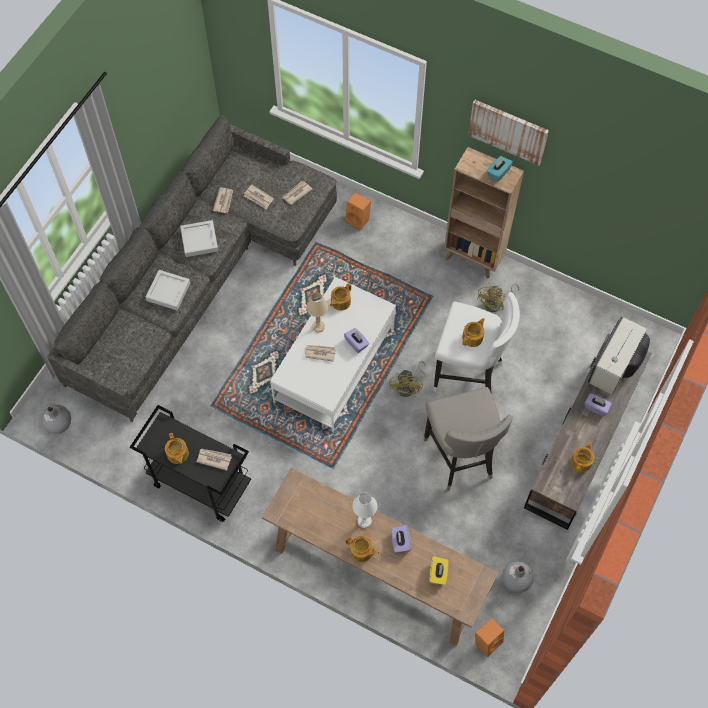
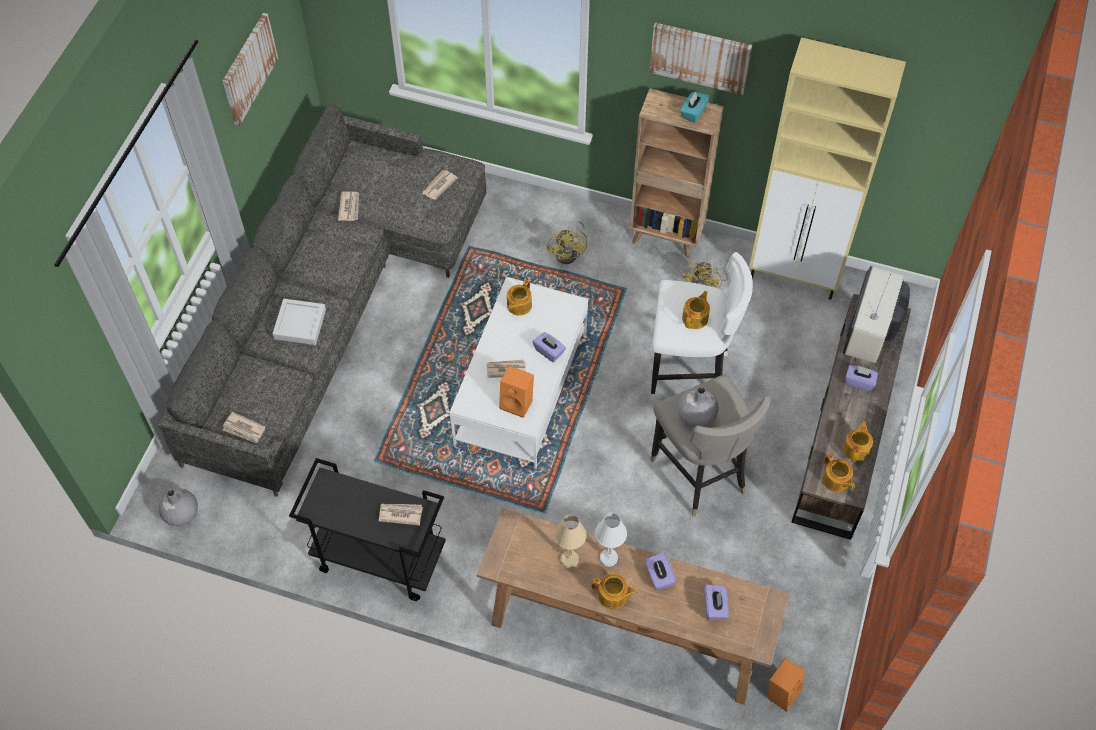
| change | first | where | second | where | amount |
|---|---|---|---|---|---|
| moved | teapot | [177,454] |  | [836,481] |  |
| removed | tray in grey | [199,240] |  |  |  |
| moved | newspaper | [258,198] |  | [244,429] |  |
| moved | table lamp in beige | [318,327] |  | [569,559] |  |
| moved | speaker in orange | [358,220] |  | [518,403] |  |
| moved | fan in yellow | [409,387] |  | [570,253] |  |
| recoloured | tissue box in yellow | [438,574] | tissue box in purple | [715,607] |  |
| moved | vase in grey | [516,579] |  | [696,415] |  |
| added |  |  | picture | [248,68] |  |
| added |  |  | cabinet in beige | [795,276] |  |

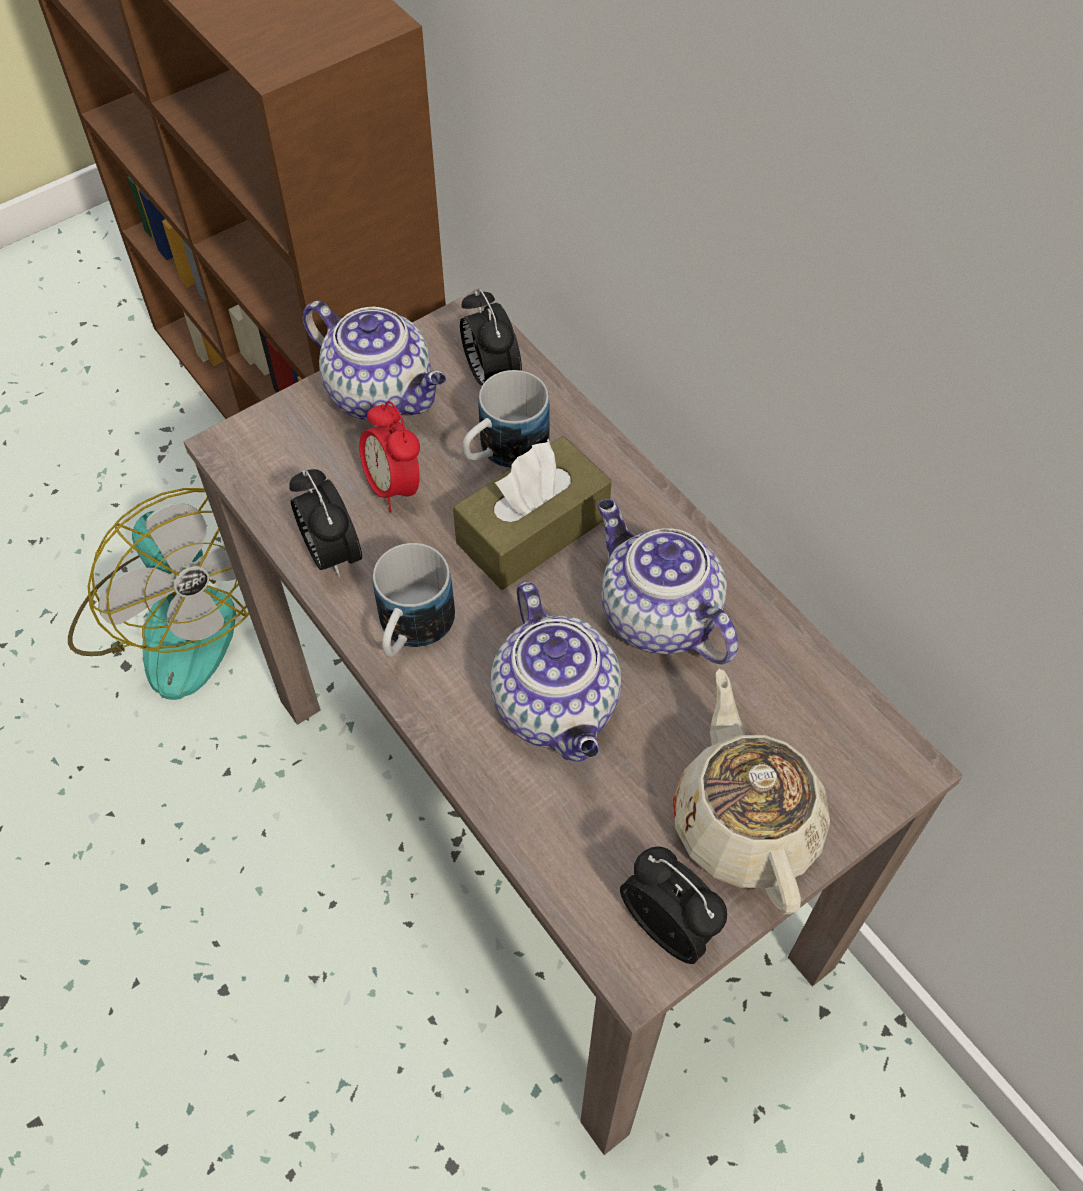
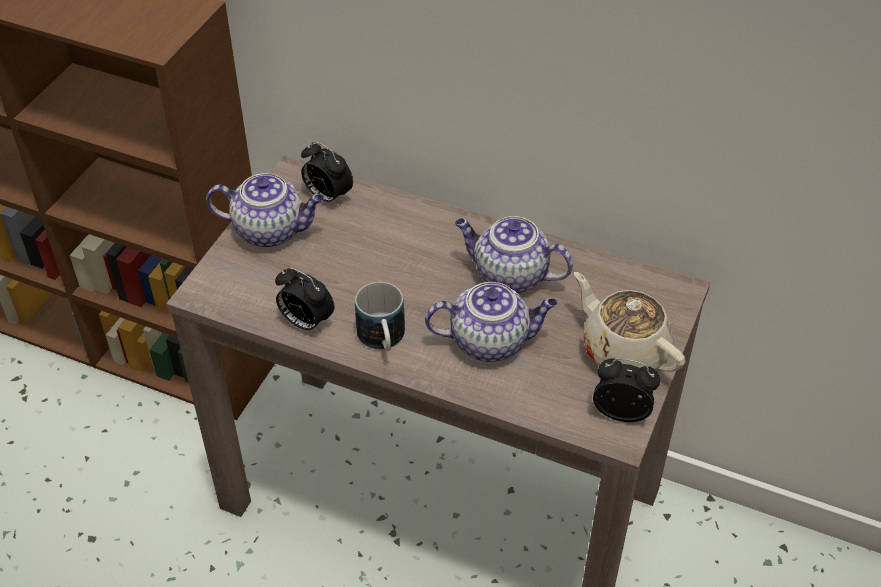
| change | first | where | second | where | amount |
|---|---|---|---|---|---|
| removed | fan | [175,618] |  |  |  |
| removed | alarm clock | [394,487] |  |  |  |
| removed | tissue box in brown | [533,530] |  |  |  |
| removed | mug | [503,453] |  |  |  |
| turned | teapot | [558,708] |  | [491,341] | 45 degrees counterclockwise |

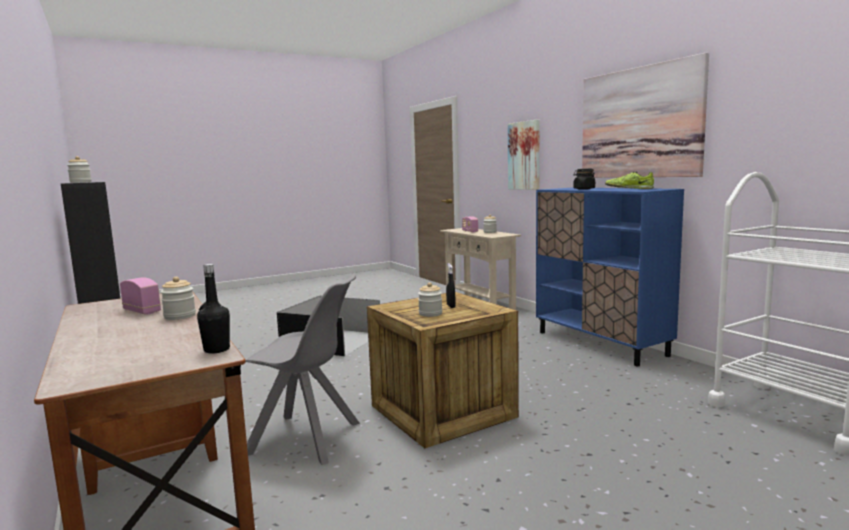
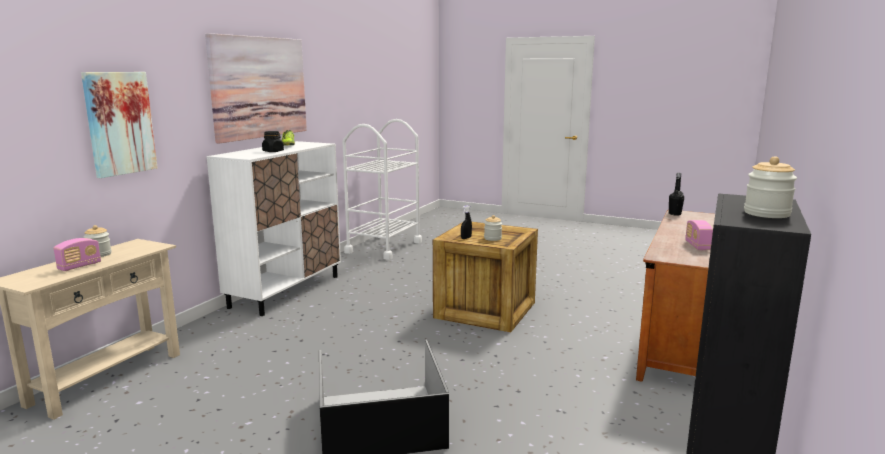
| change | first | where | second | where | amount |
|---|---|---|---|---|---|
| removed | jar | [180,316] |  |  |  |
| removed | chair in grey | [307,439] |  |  |  |
| recoloured | cabinet in blue | [600,343] | cabinet in white | [286,291] |  |

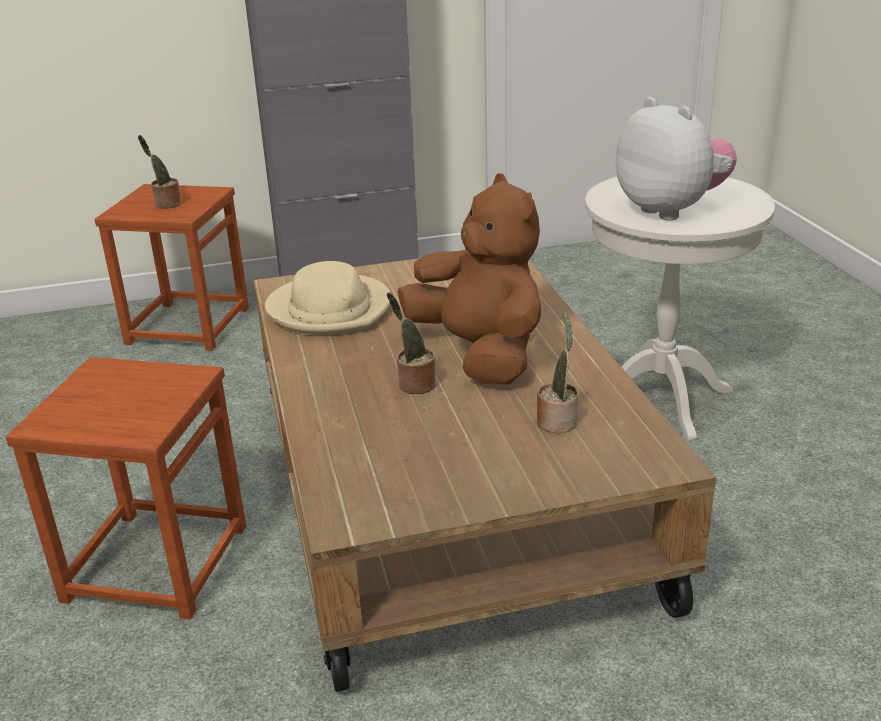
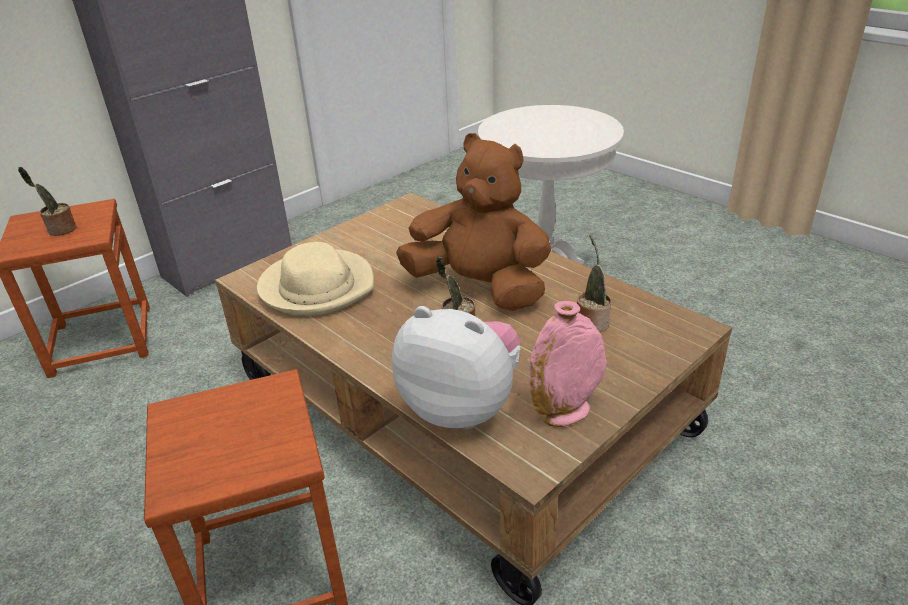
| change | first | where | second | where | amount |
|---|---|---|---|---|---|
| moved | plush toy | [671,210] |  | [462,406] |  |
| added |  |  | vase in pink | [565,412] |  |

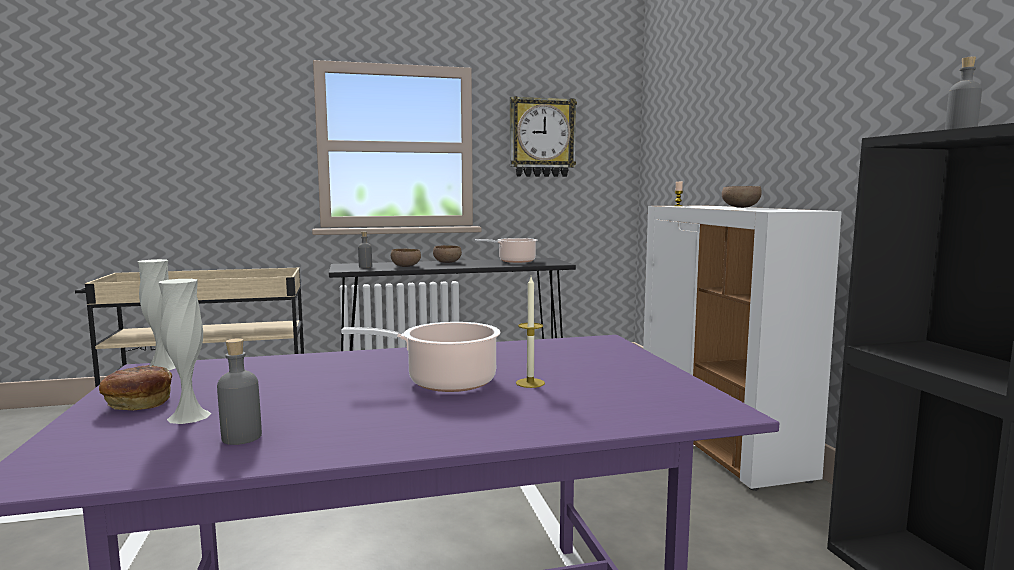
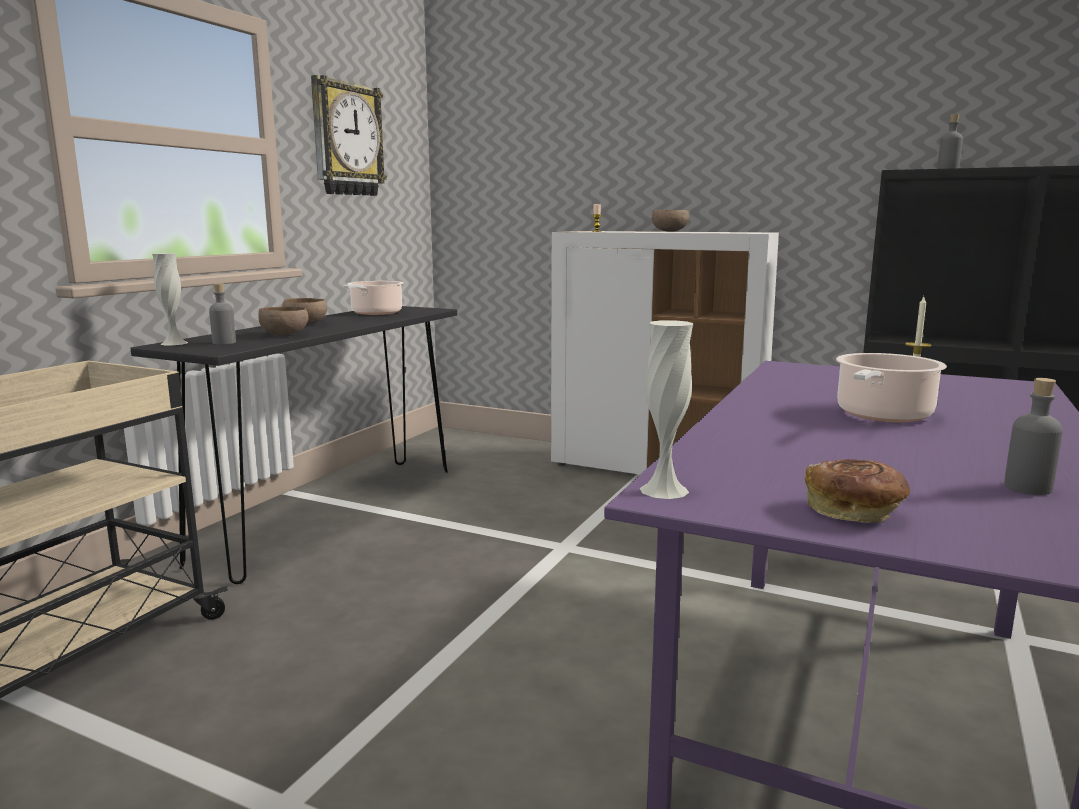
| change | first | where | second | where | amount |
|---|---|---|---|---|---|
| moved | vase in white | [189,416] |  | [174,343] |  |

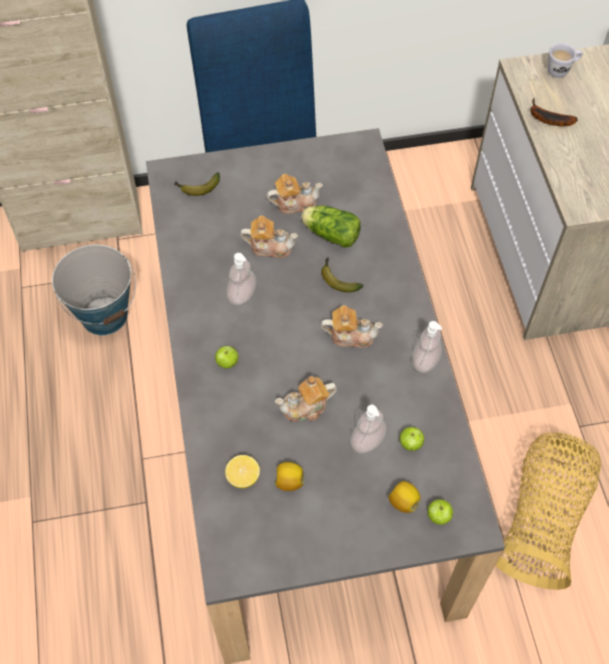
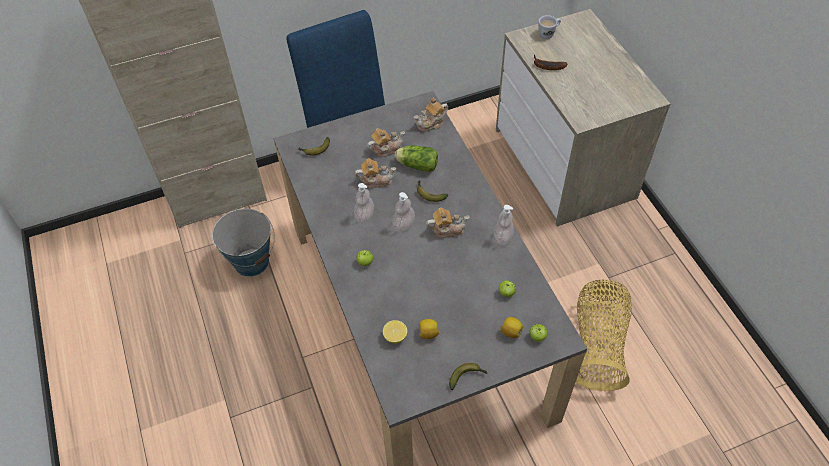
| change | first | where | second | where | amount |
|---|---|---|---|---|---|
| moved | teapot | [306,407] |  | [431,123] |  |
| moved | soap dispenser | [367,441] |  | [403,225] |  |
| added |  |  | banana | [467,377] |  |

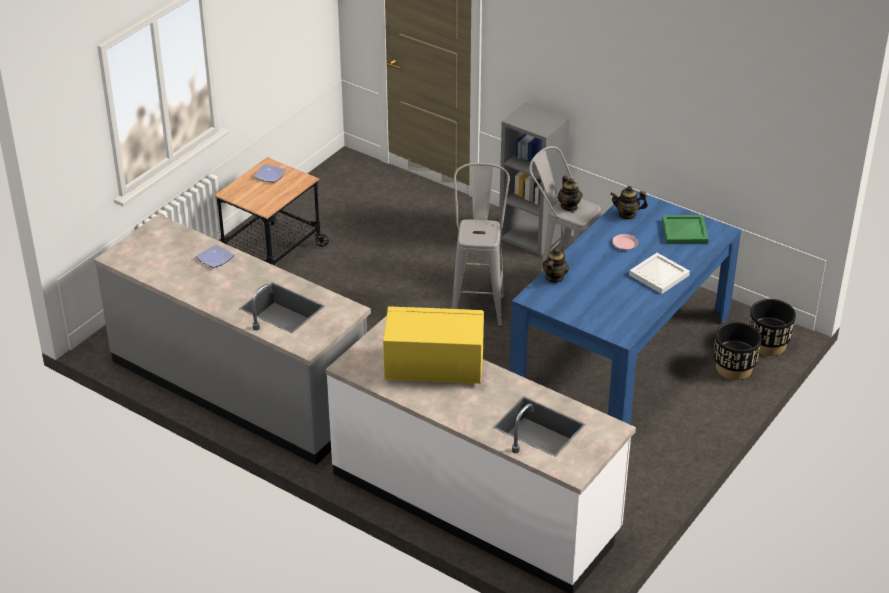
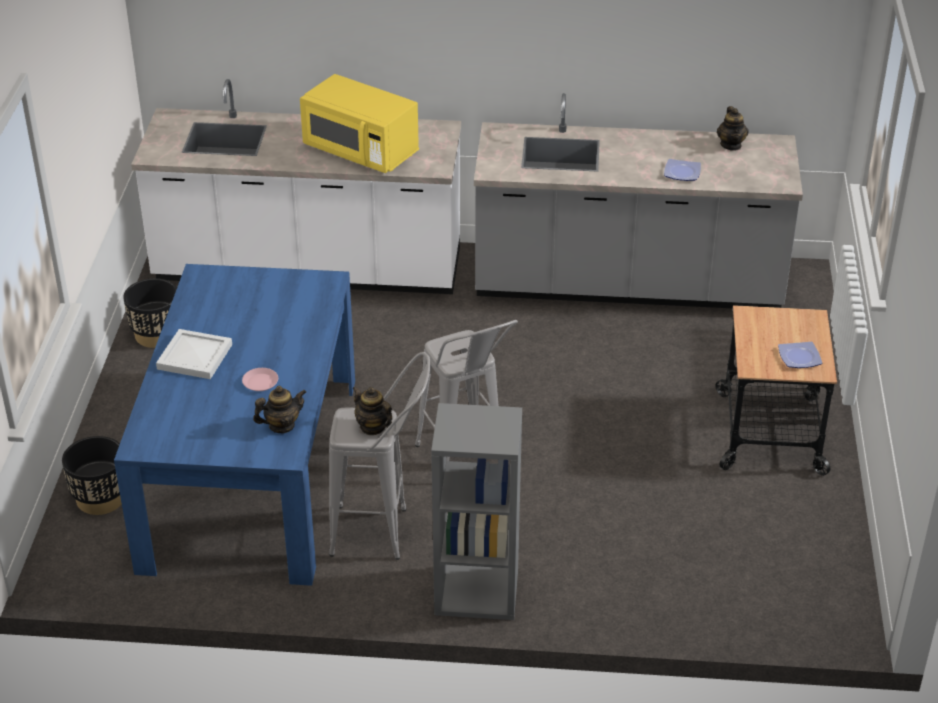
| change | first | where | second | where | amount |
|---|---|---|---|---|---|
| turned | microwave in yellow | [433,367] |  | [361,151] | 60 degrees clockwise |
| moved | teapot | [554,278] |  | [731,145] |  |
| removed | tray in green | [684,231] |  |  |  |
| moved | planter in black | [768,345] |  | [156,335] |  |

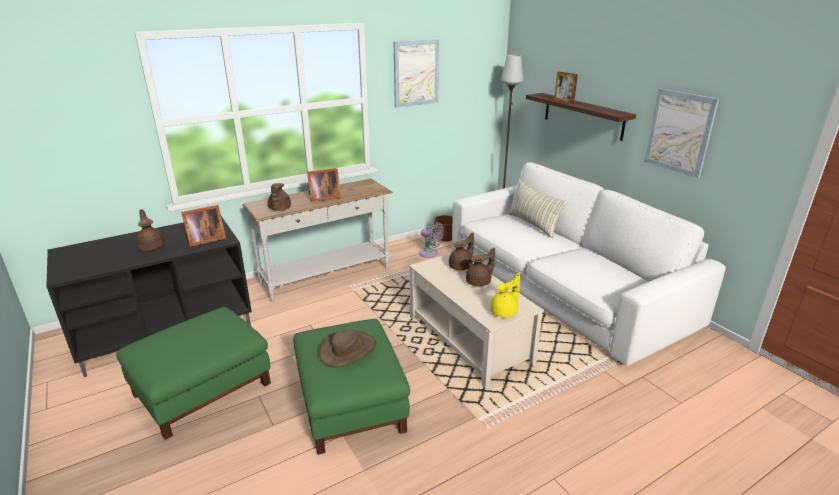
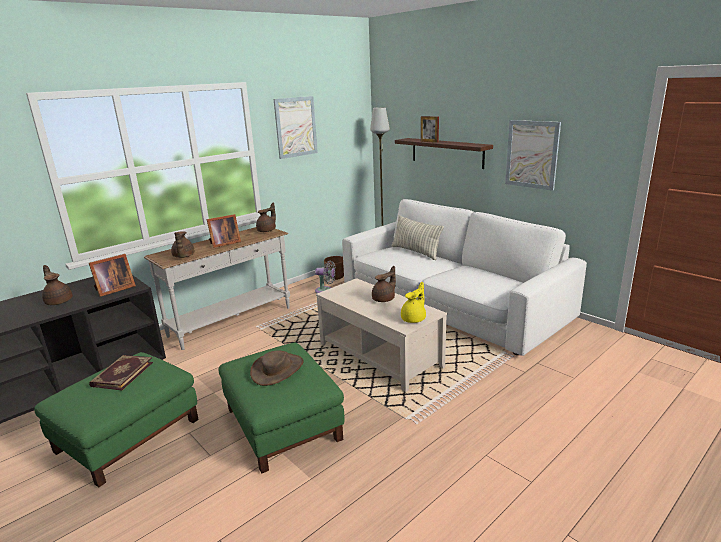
| change | first | where | second | where | amount |
|---|---|---|---|---|---|
| moved | teapot in brown | [461,266] |  | [267,230] |  |
| added |  |  | book | [122,374] |  |

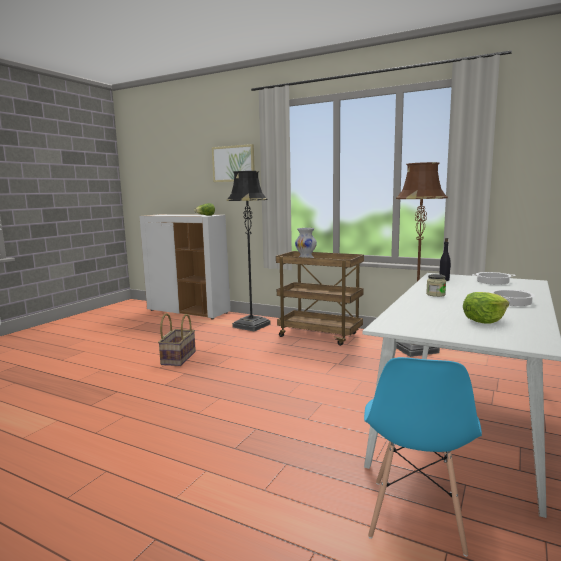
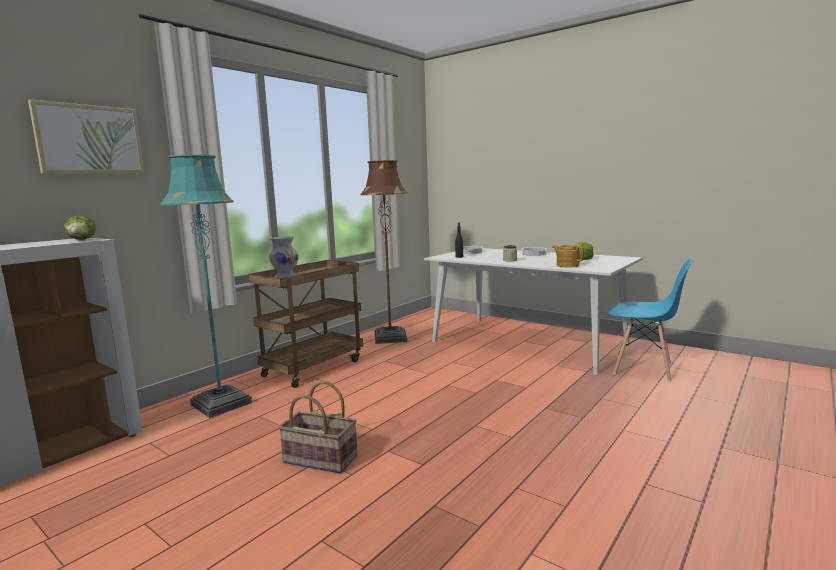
| change | first | where | second | where | amount |
|---|---|---|---|---|---|
| recoloured | floor lamp in black | [251,325] | floor lamp in turquoise | [221,404] |  |
| added |  |  | teapot | [567,265] |  |

